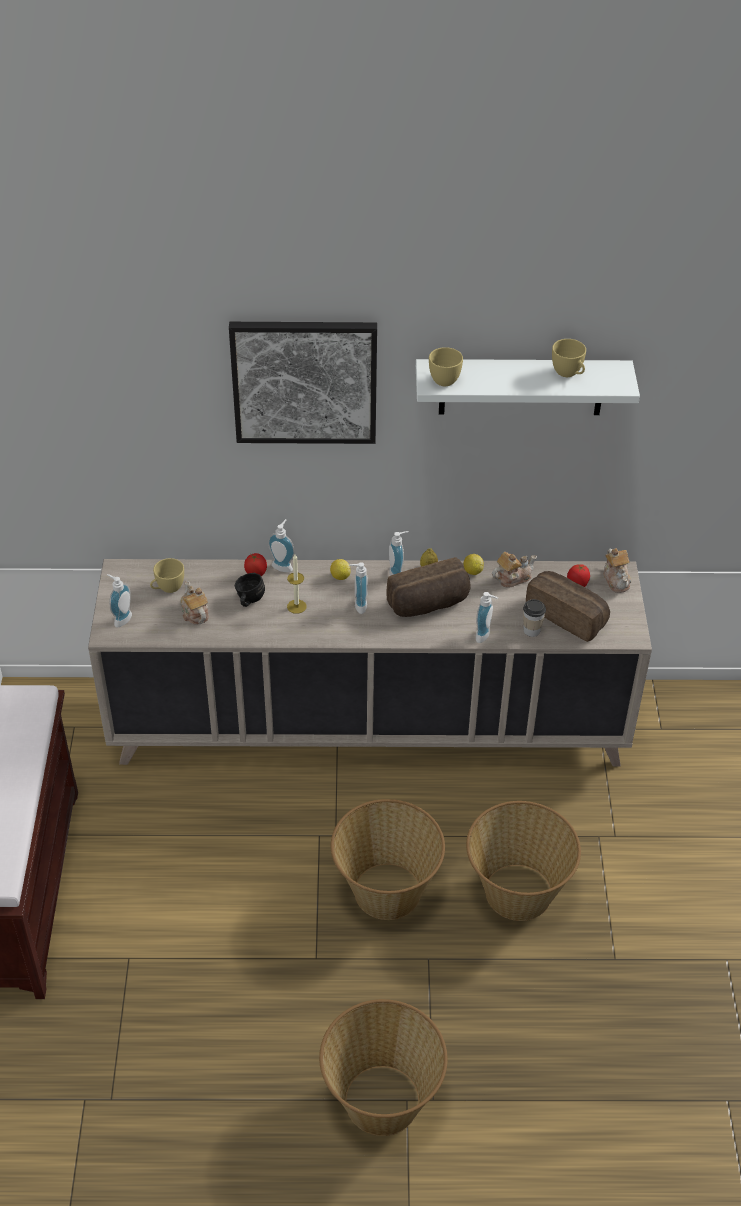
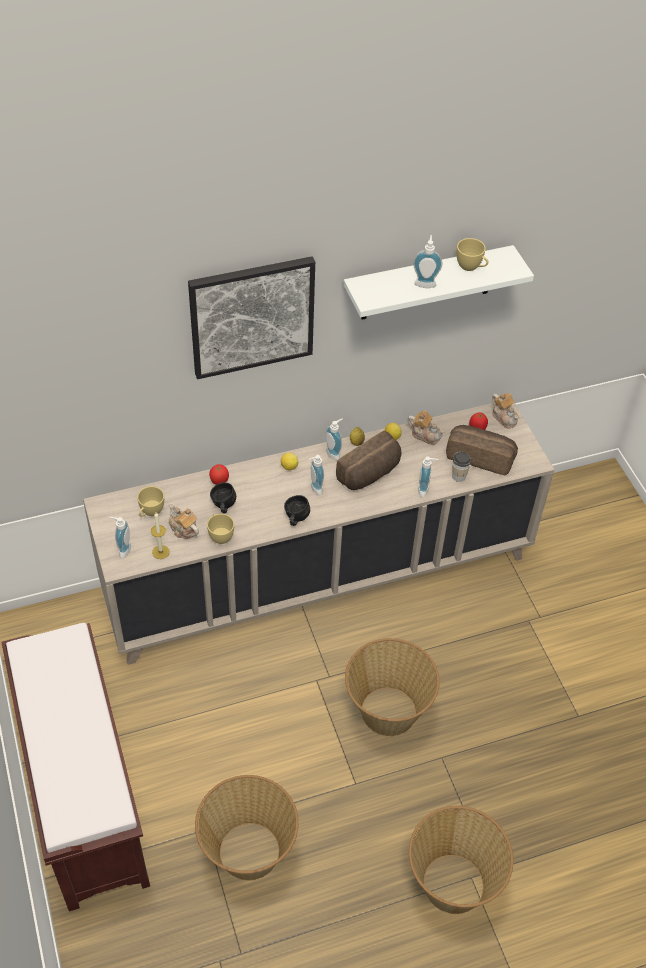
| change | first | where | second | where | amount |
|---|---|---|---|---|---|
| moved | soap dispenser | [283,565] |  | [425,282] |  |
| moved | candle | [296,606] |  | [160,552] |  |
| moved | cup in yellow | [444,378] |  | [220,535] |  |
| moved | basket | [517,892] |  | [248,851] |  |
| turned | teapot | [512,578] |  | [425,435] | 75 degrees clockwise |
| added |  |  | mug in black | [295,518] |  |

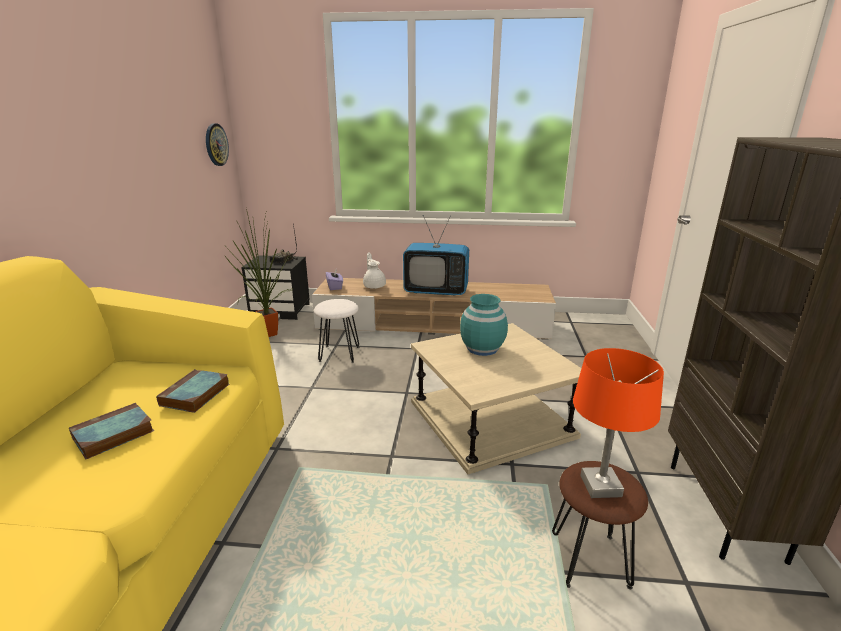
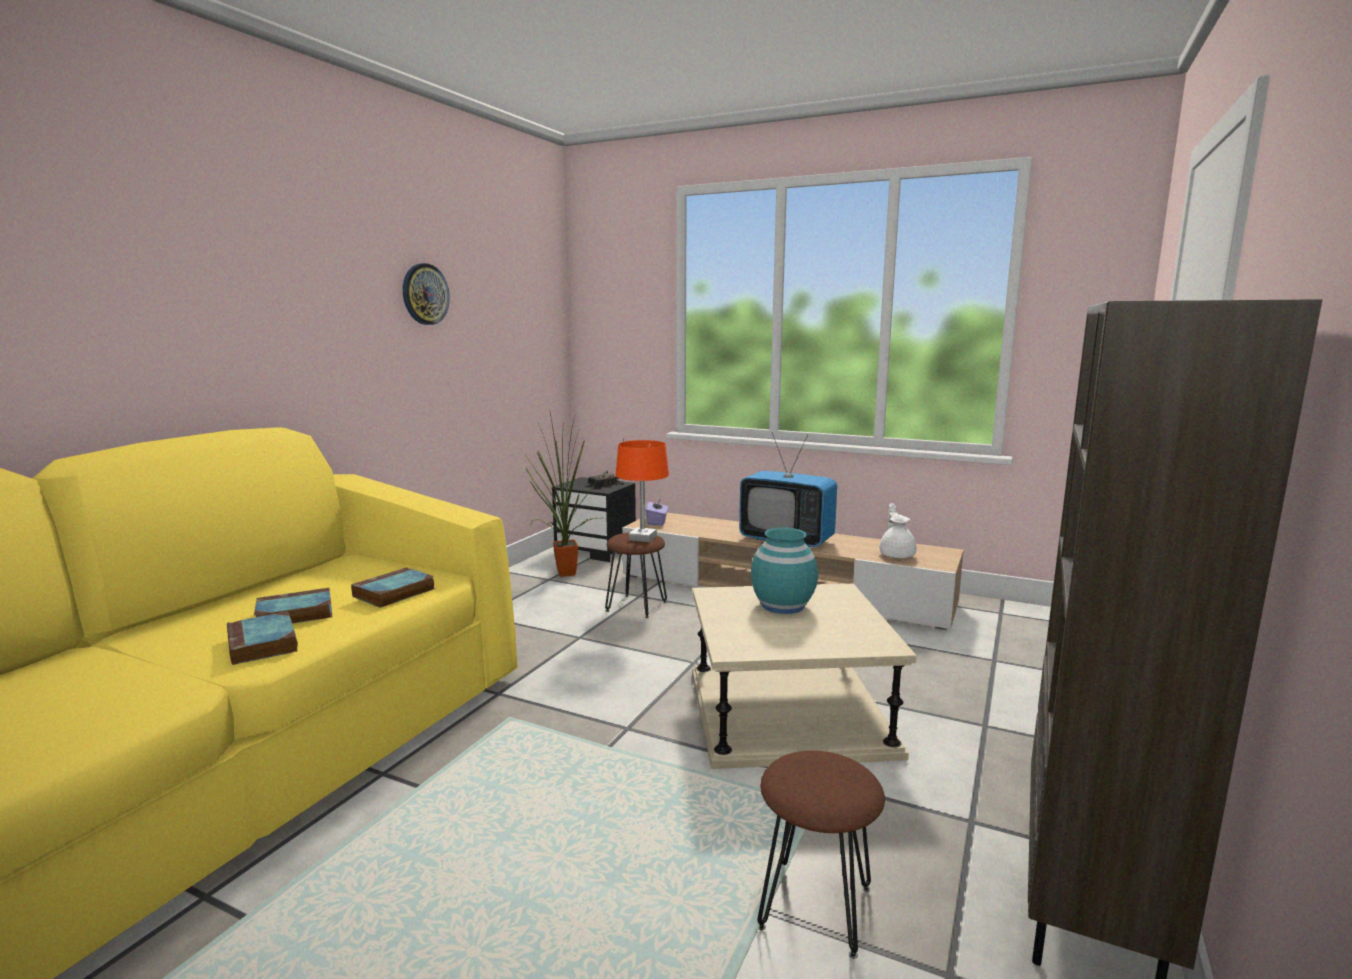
| change | first | where | second | where | amount |
|---|---|---|---|---|---|
| moved | wall clock | [216,144] |  | [425,294] |  |
| recoloured | stool in white | [339,353] | stool in brown | [636,606] |  |
| moved | teapot in white | [374,286] |  | [897,555] |  |
| moved | table lamp in orange | [600,486] |  | [642,538] |  |
| added |  |  | book | [263,644] |  |

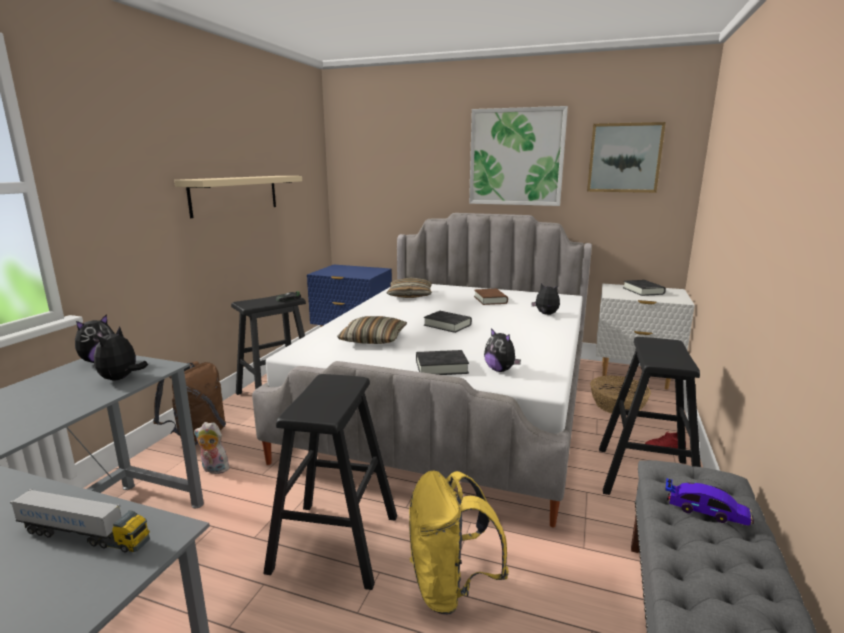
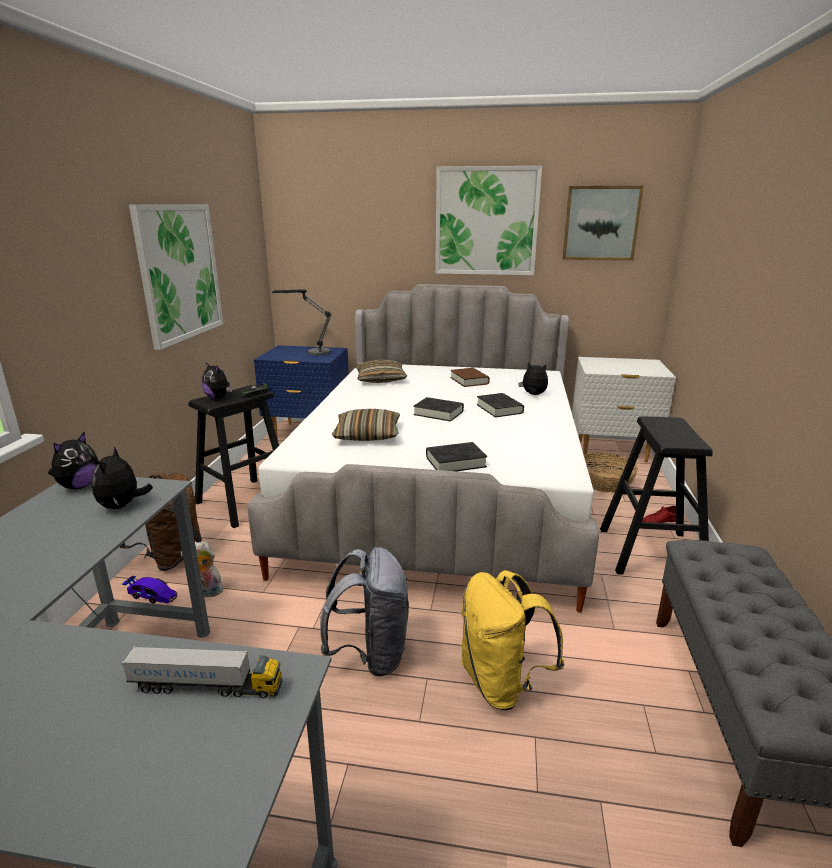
| change | first | where | second | where | amount |
|---|---|---|---|---|---|
| replaced | shelf in beige | [235,194] | picture | [179,272] |  |
| replaced | stool in black | [335,542] | backpack in grey | [371,654] |  |
| moved | plush toy | [500,370] |  | [218,398] |  |
| moved | book in black | [643,291] |  | [499,409] |  |
| moved | toy car | [706,511] |  | [152,596] |  |
| added |  |  | table lamp | [312,352] |  |

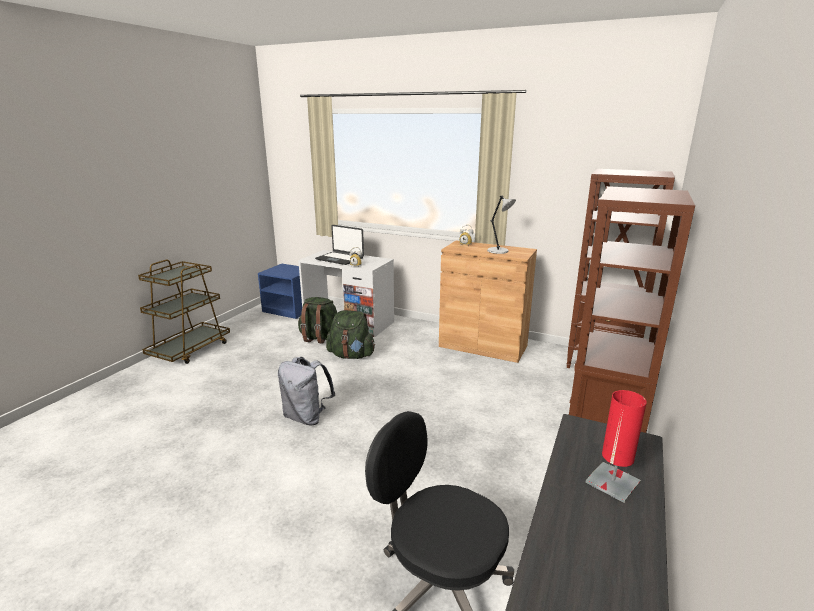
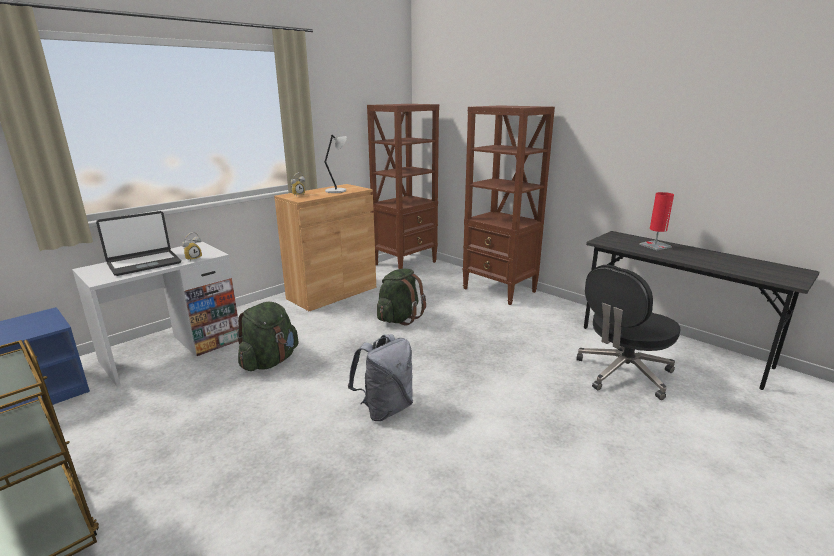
| change | first | where | second | where | amount |
|---|---|---|---|---|---|
| moved | backpack in green | [320,338] |  | [399,318] |  |

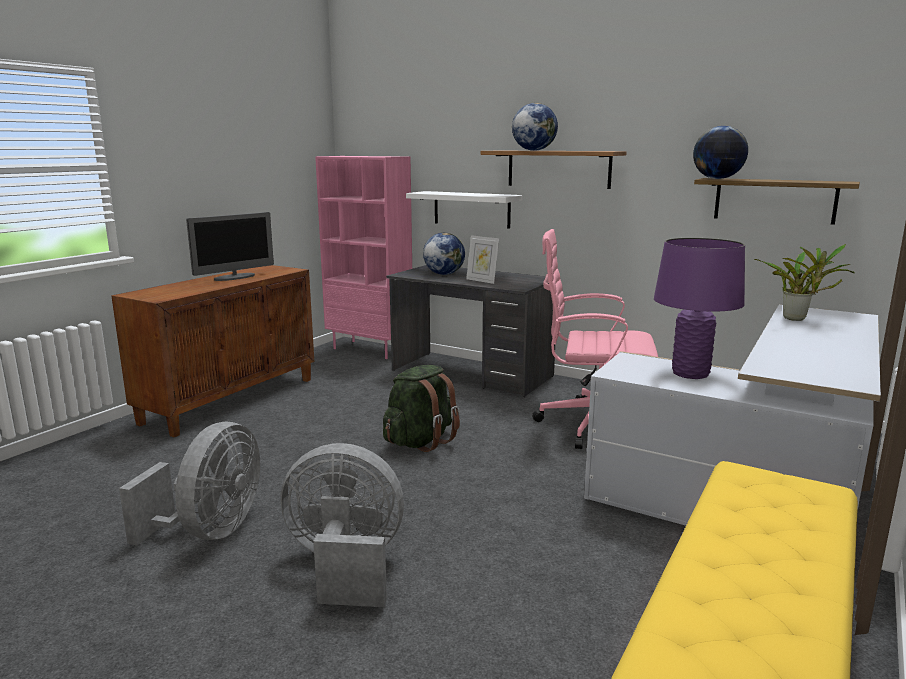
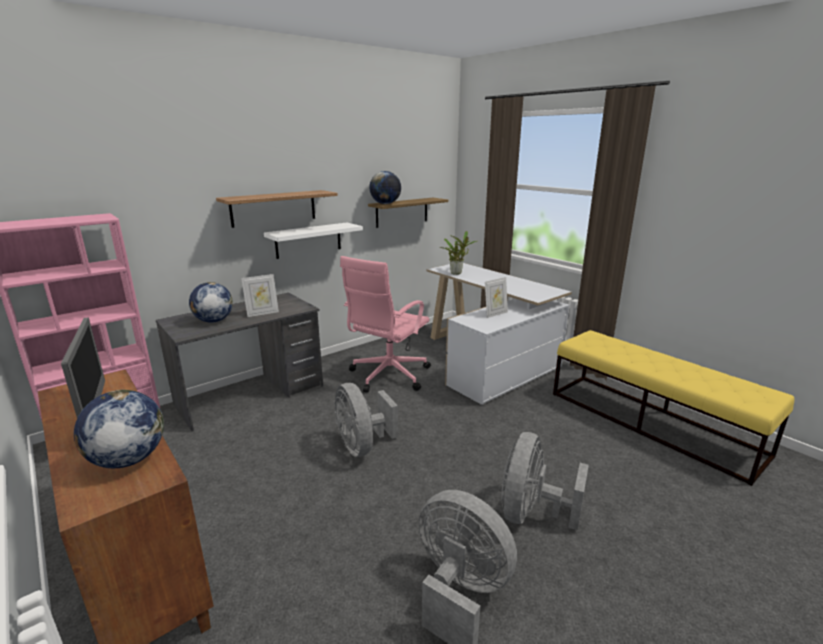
| change | first | where | second | where | amount |
|---|---|---|---|---|---|
| replaced | backpack in green | [420,441] | fan in grey | [362,446] |  |
| moved | shelf in white | [471,209] |  | [308,240] |  |
| moved | globe | [533,150] |  | [128,460] |  |
| replaced | table lamp in purple | [690,374] | picture frame | [495,314] |  |

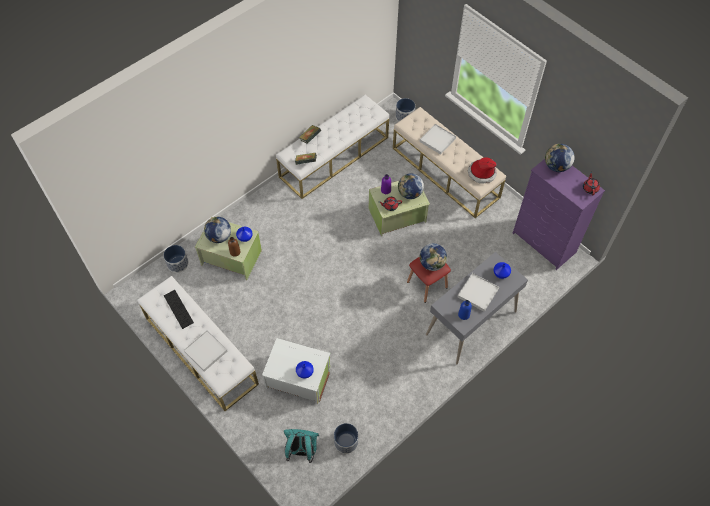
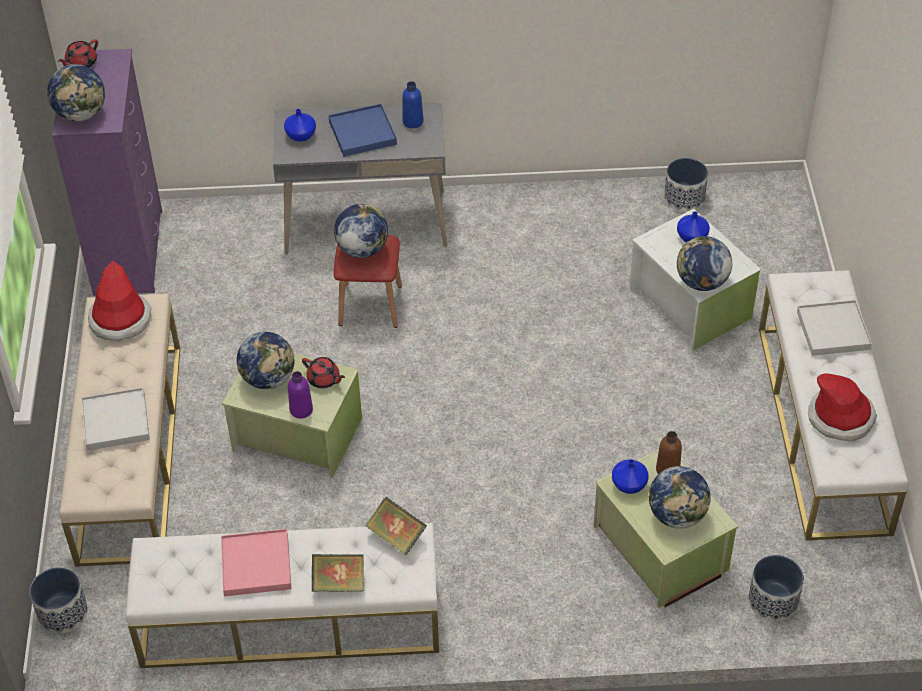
| change | first | where | second | where | amount |
|---|---|---|---|---|---|
| replaced | keyboard | [178,309] | hat | [840,417] |  |
| removed | backpack in turquoise | [302,451] |  |  |  |
| recoloured | tray in white | [478,293] | tray in blue | [362,133] |  |
| added |  |  | tray in pink | [256,565] |  |
| added |  |  | globe | [701,282] |  |

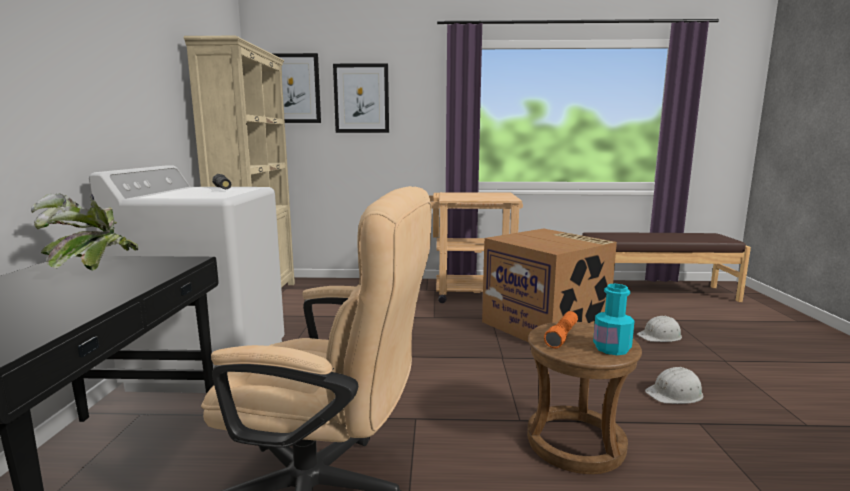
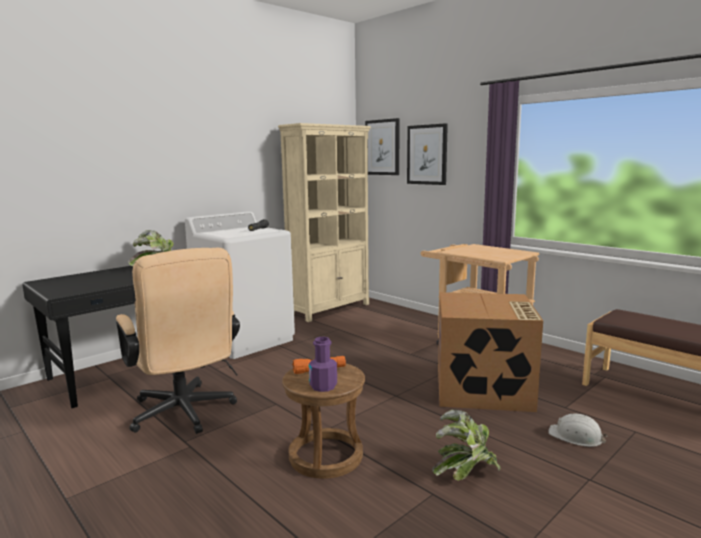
| change | first | where | second | where | amount |
|---|---|---|---|---|---|
| recoloured | bottle in turquoise | [611,348] | bottle in purple | [323,386] |  |
| replaced | hard hat in white | [675,394] | potted plant | [465,472] |  |

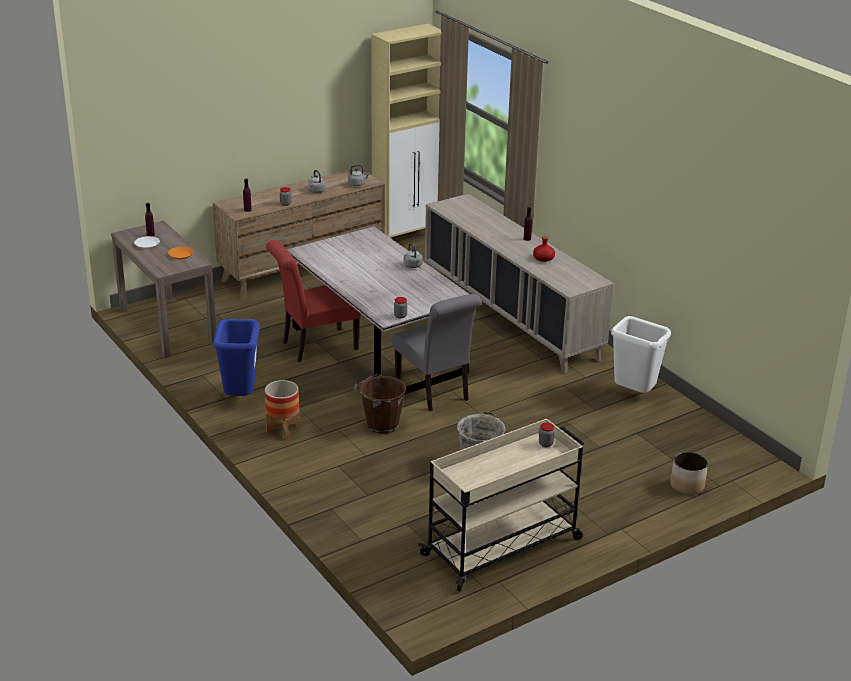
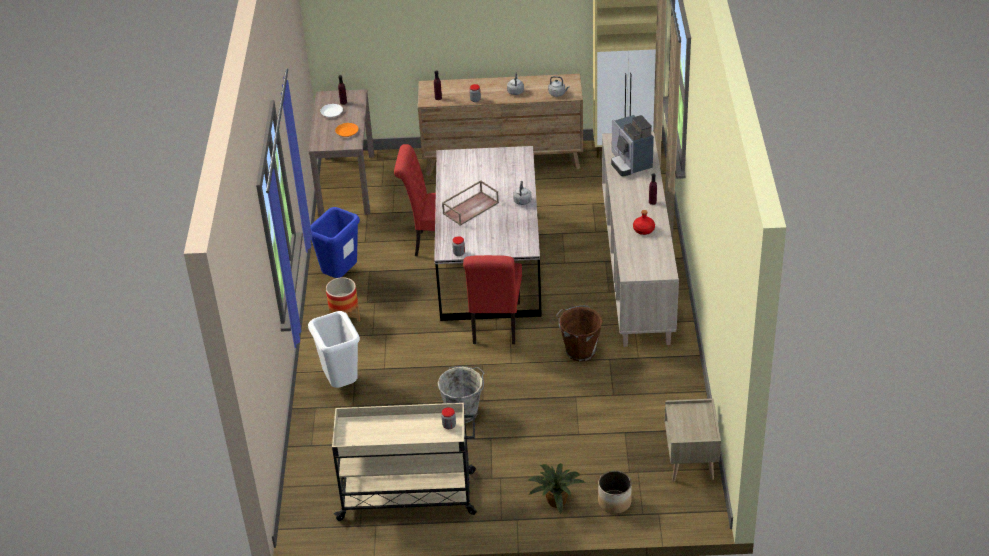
| change | first | where | second | where | amount |
|---|---|---|---|---|---|
| moved | bucket in brown | [381,424] |  | [579,351] |  |
| recoloured | chair in grey | [435,392] | chair in red | [495,326] |  |
| moved | trash can in white | [634,395] |  | [341,384] |  |
| added |  |  | tray in brown | [471,208] |  |
| added |  |  | potted plant | [555,500] |  |
| added |  |  | coffee machine | [630,163] |  |
| added |  |  | nightstand in beige | [691,463] |  |

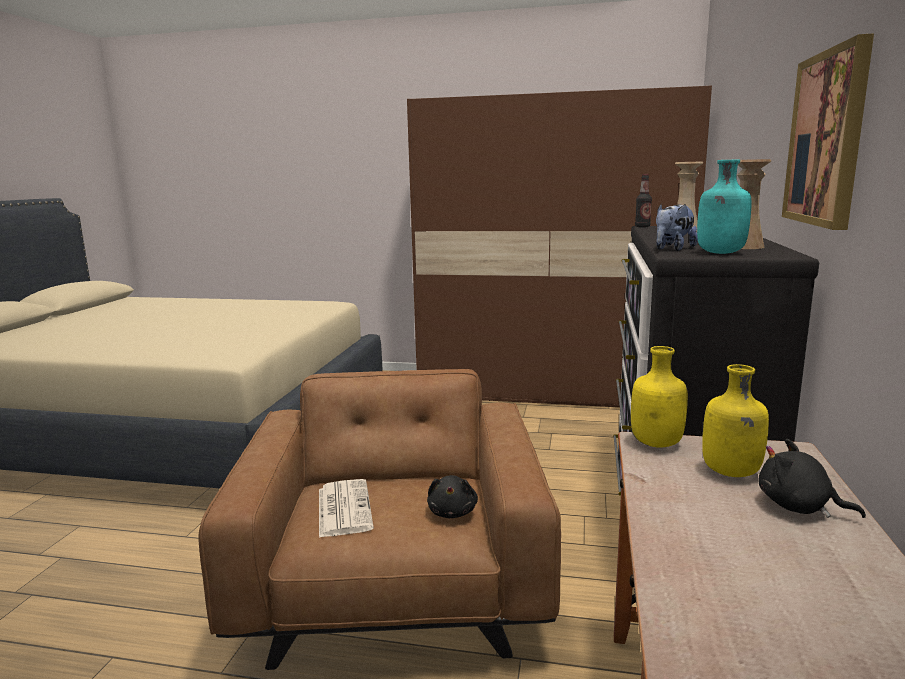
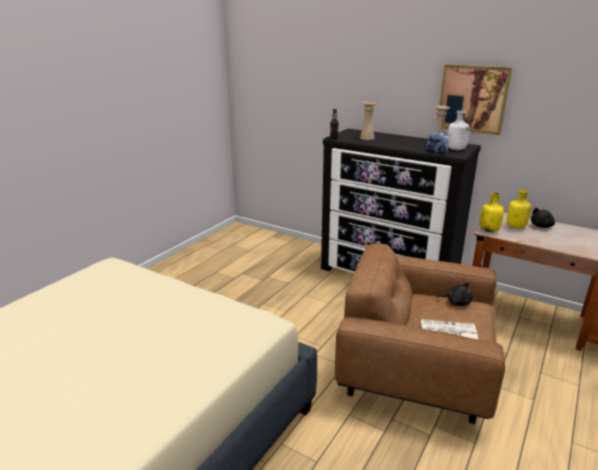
| change | first | where | second | where | amount |
|---|---|---|---|---|---|
| removed | wardrobe in brown | [549,391] |  |  |  |
| recoloured | bottle in turquoise | [720,253] | bottle in white | [456,149] |  |

